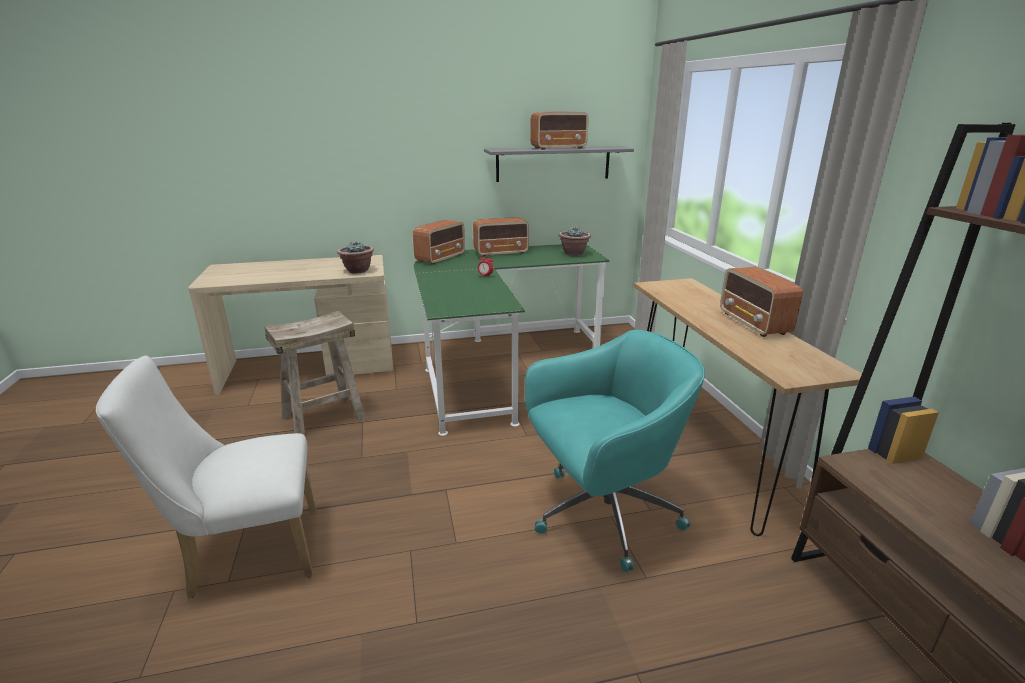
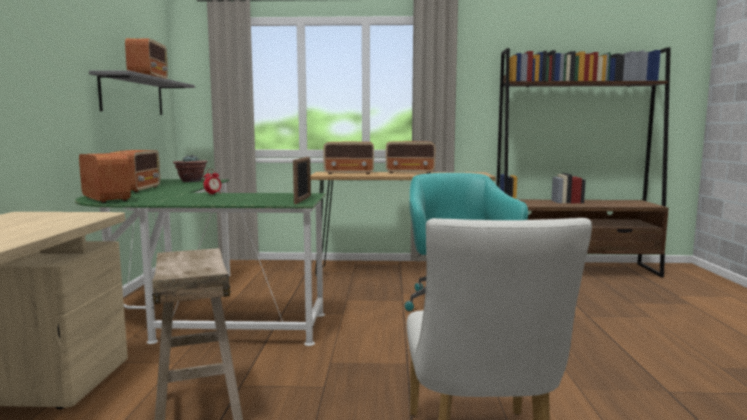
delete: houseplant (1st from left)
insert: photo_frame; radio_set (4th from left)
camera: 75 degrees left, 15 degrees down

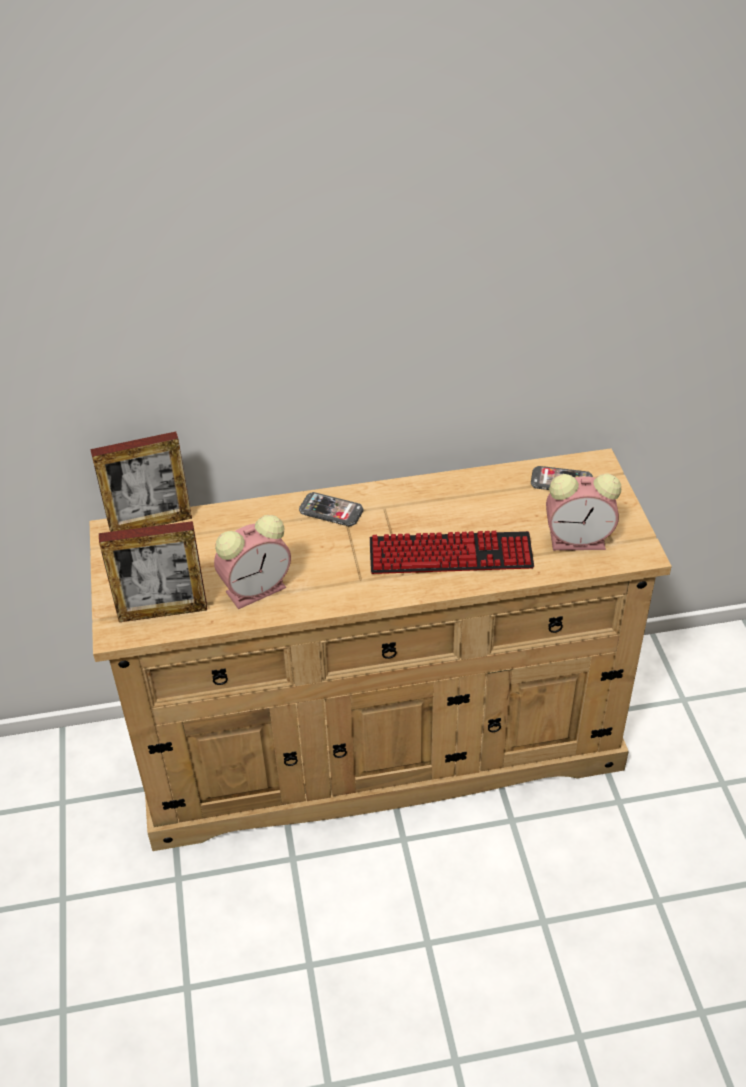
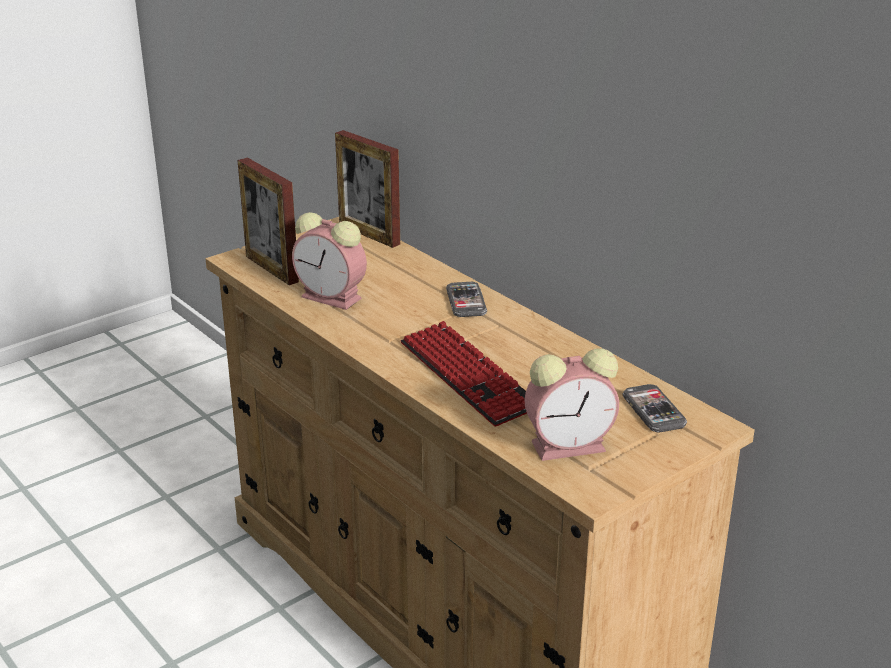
rotate: table_clock (2nd from left) 75 degrees counterclockwise
camera: 60 degrees right, 15 degrees down

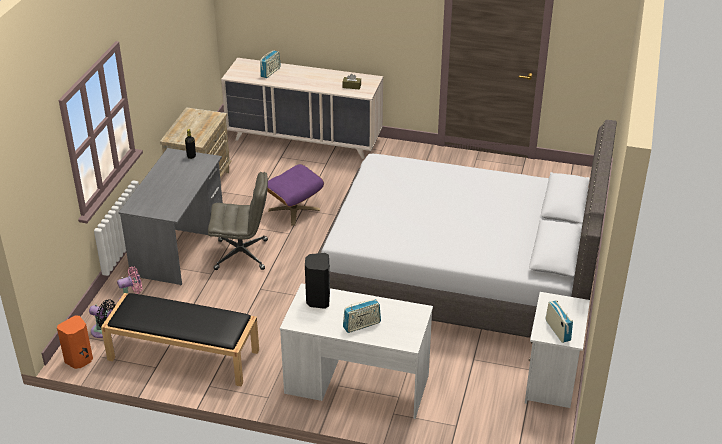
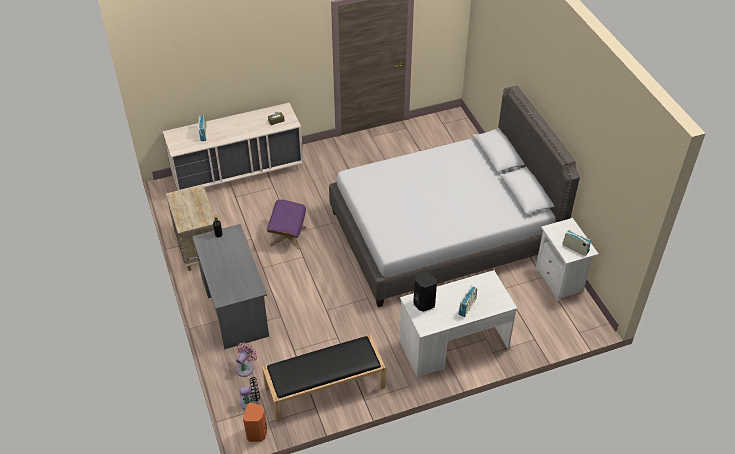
delete: gray_computer_chair
camera: 35 degrees left, 10 degrees up

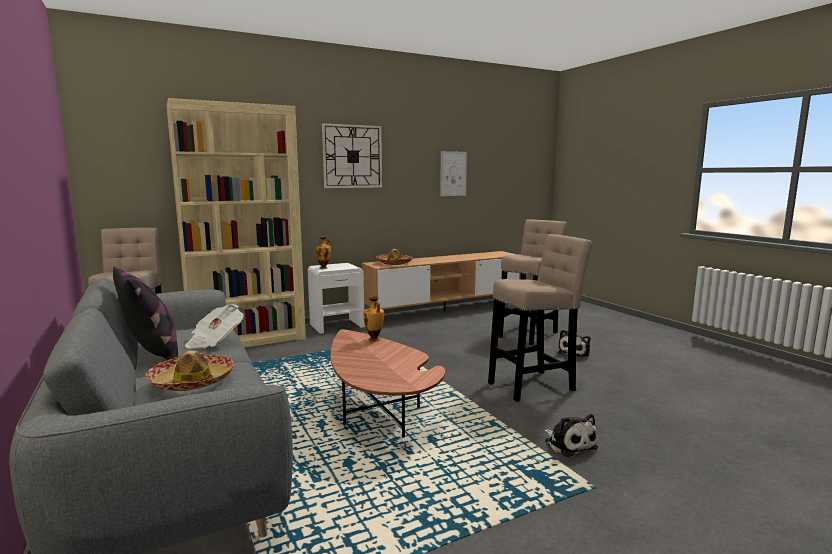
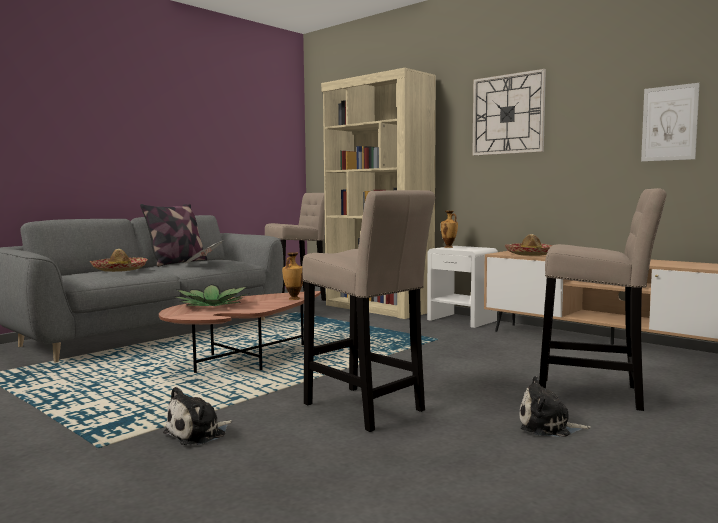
insert: houseplant
camera: 70 degrees right, 5 degrees down

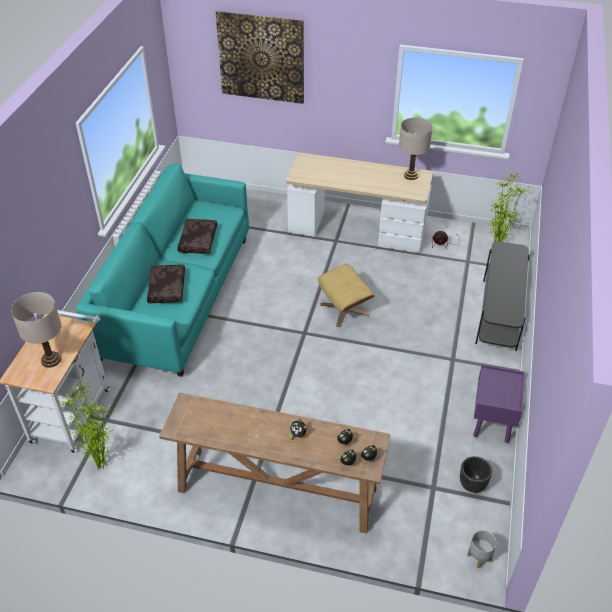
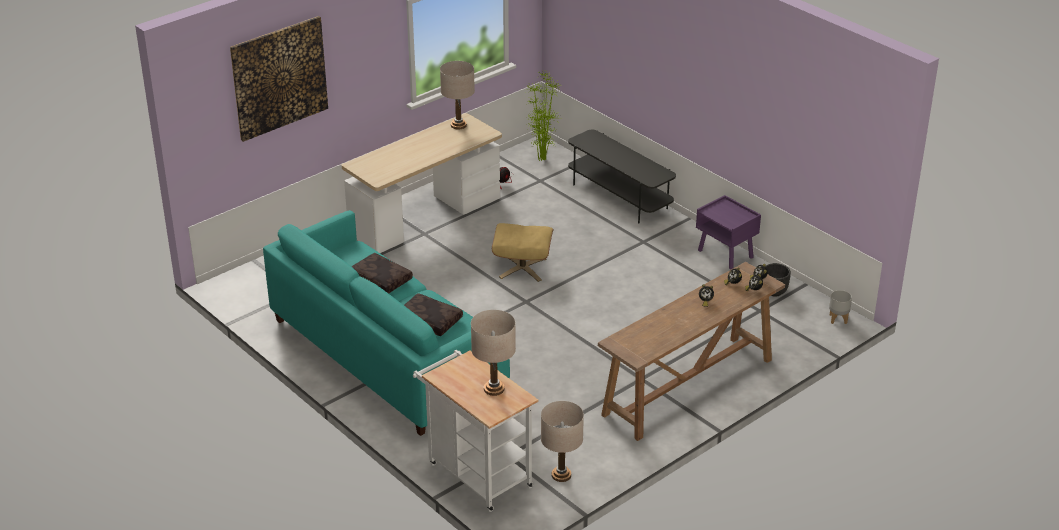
replace: houseplant (1st from left) to beige-coloured_table_lamp (3rd from left)
camera: 55 degrees left, 10 degrees down

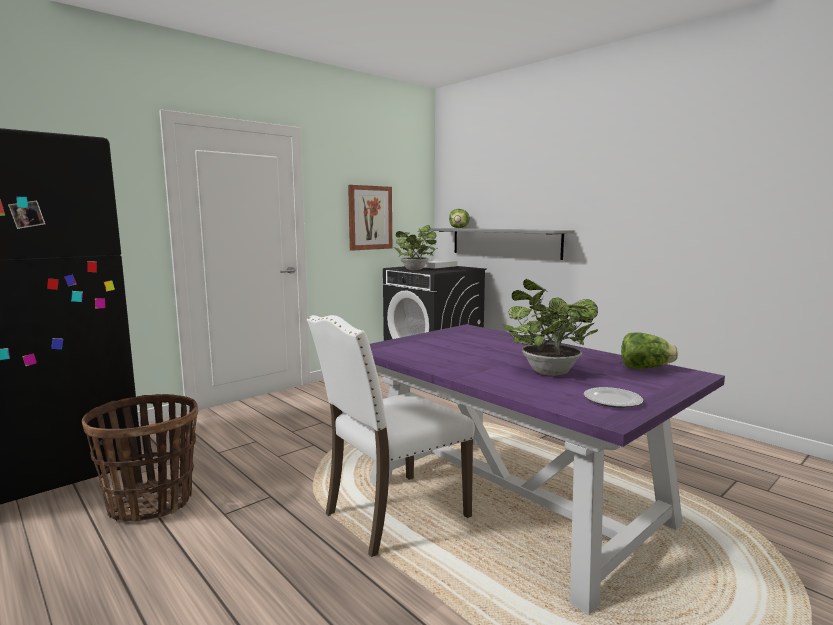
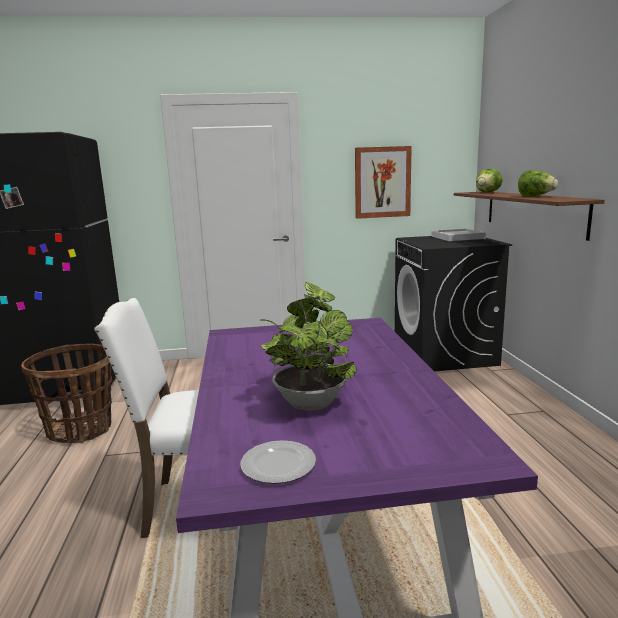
delete: houseplant (1st from left)
move: lettuce_head (2nd from left)
recolor: gray_shelf to brown_shelf
camera: 35 degrees right, 5 degrees up

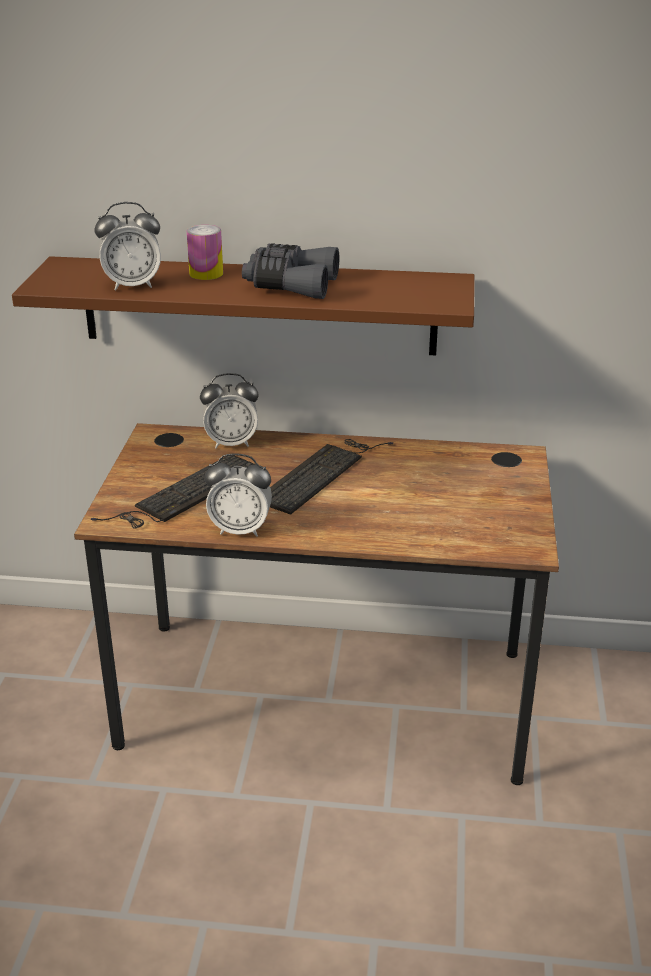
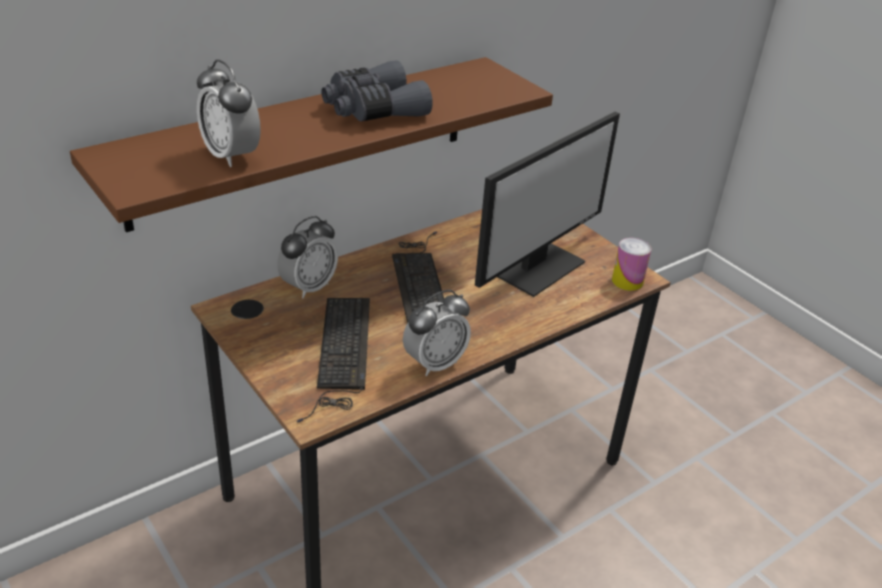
insert: computer_screen
move: sealed_can
rotate: table_clock (1st from left) 105 degrees clockwise
camera: 45 degrees left, 5 degrees up

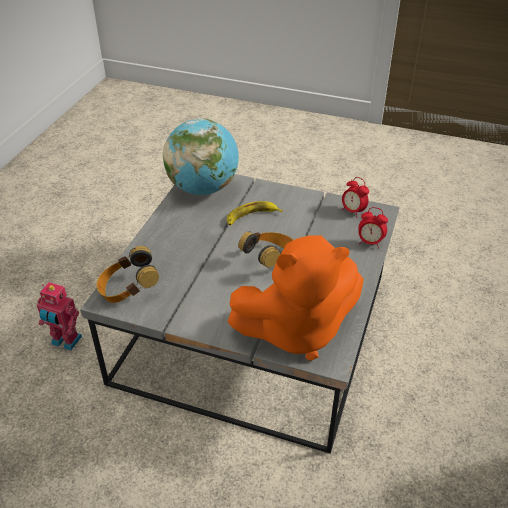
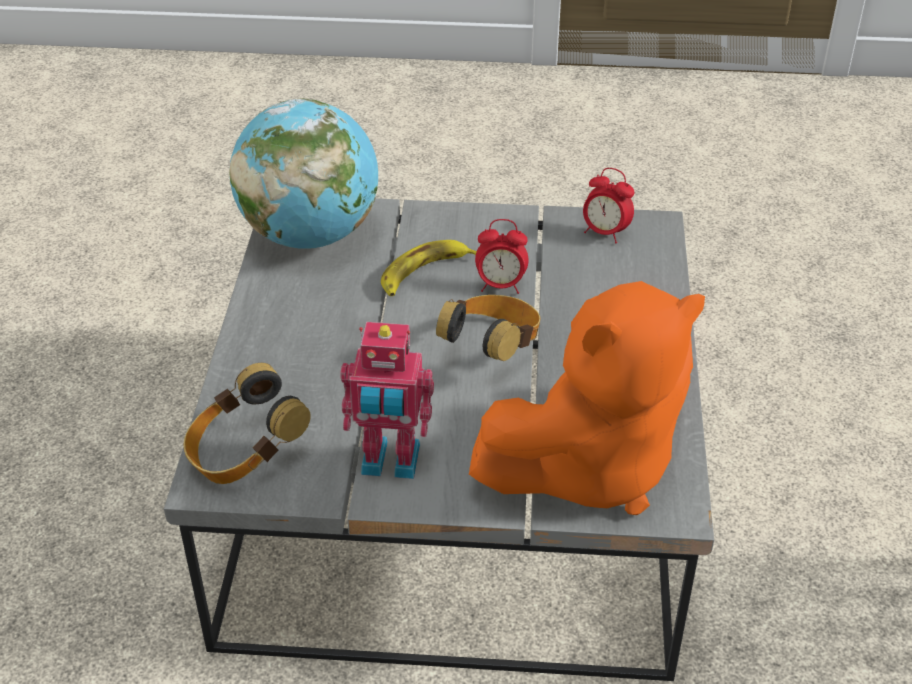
move: robot_figure; table_clock (2nd from left in the first image) to table_clock (1st from left)
camera: 15 degrees left, 0 degrees up

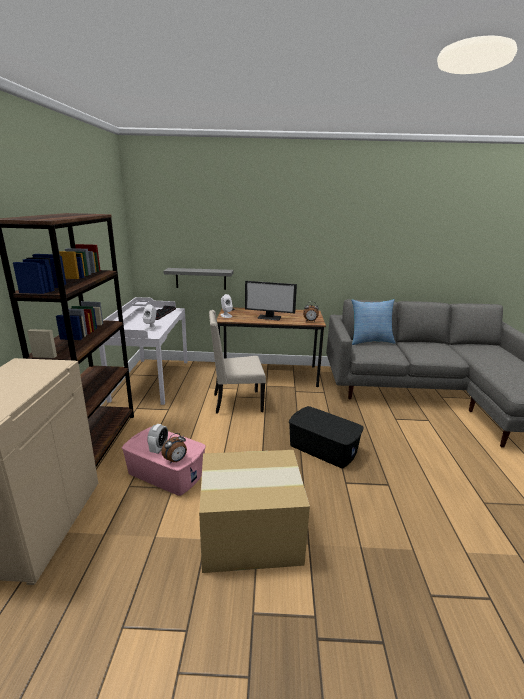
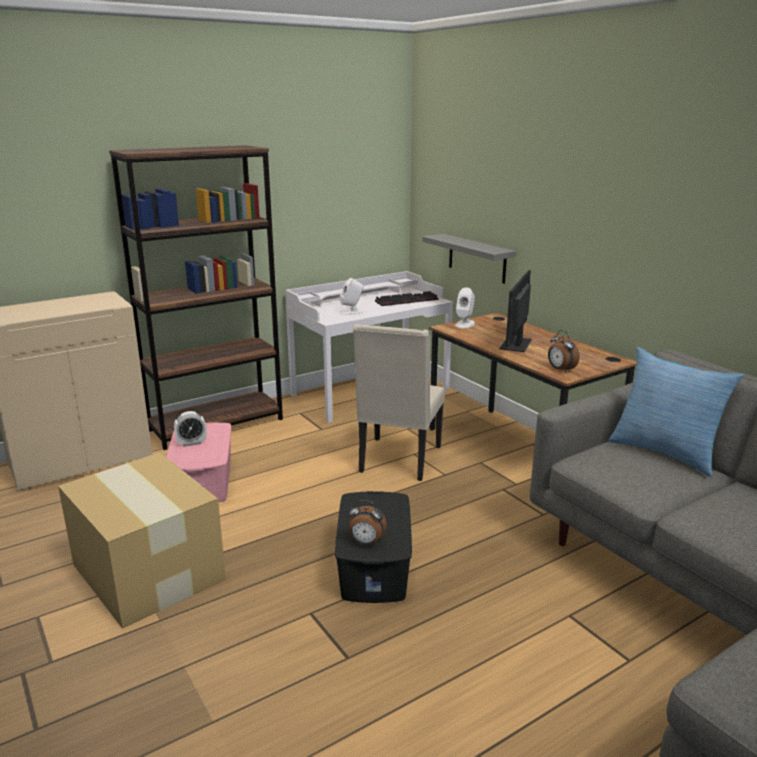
move: table_clock (2nd from left)
rotate: beige-coloured_upright_chair 120 degrees counterclockwise; computer_screen 45 degrees clockwise
camera: 55 degrees right, 0 degrees up

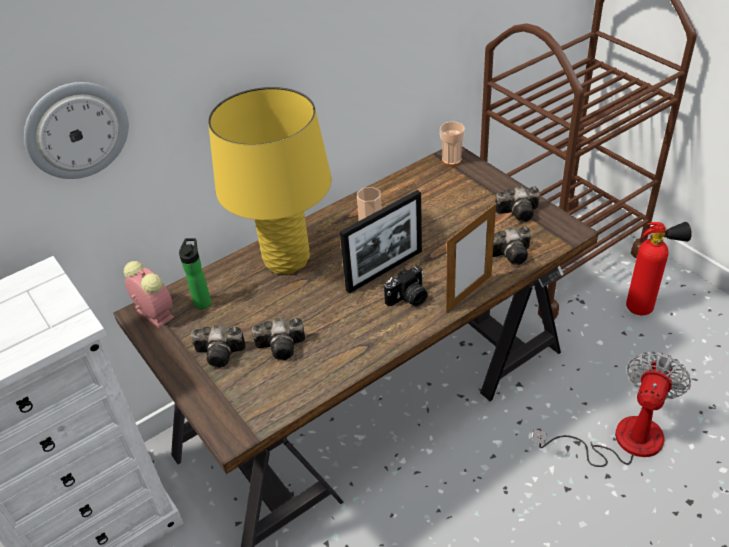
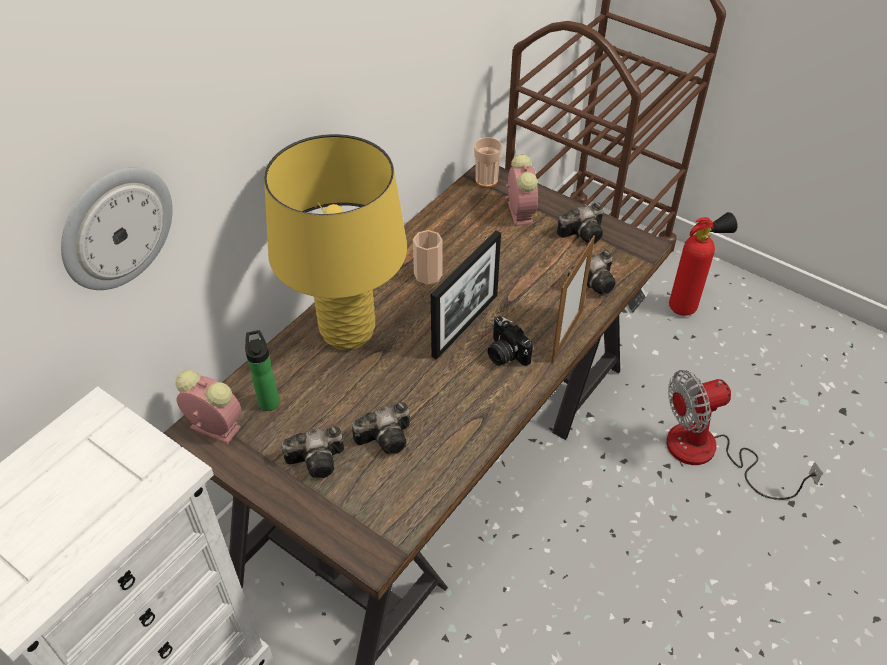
insert: table_clock (2nd from left)
rotate: still_camera (3rd from left) 105 degrees clockwise; fan 120 degrees counterclockwise
camera: 20 degrees left, 5 degrees up

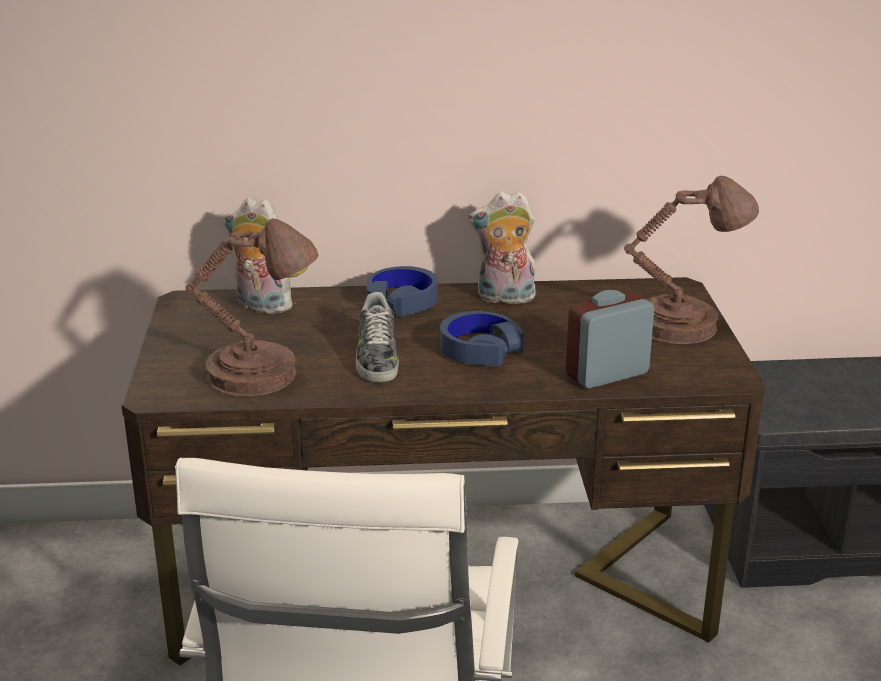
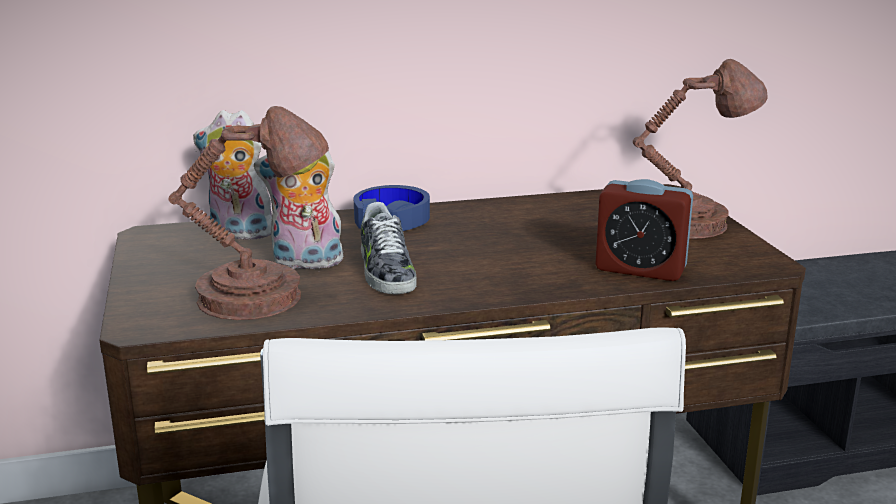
delete: blue-coloured_pair_of_headphones (2nd from left)
move: plush_toy (2nd from left)
rotate: table_clock 120 degrees counterclockwise
camera: 10 degrees left, 5 degrees down

